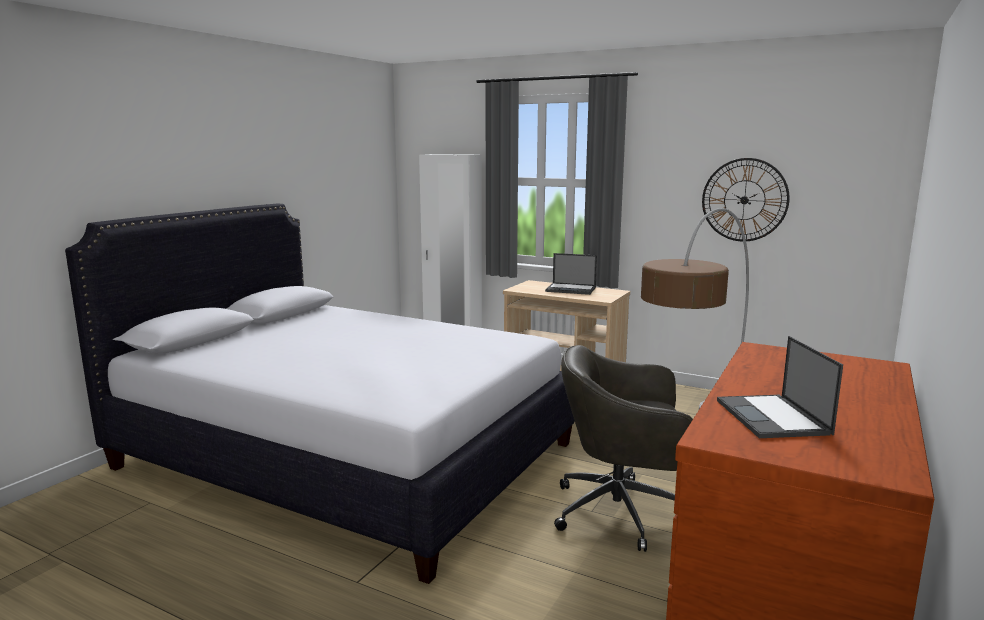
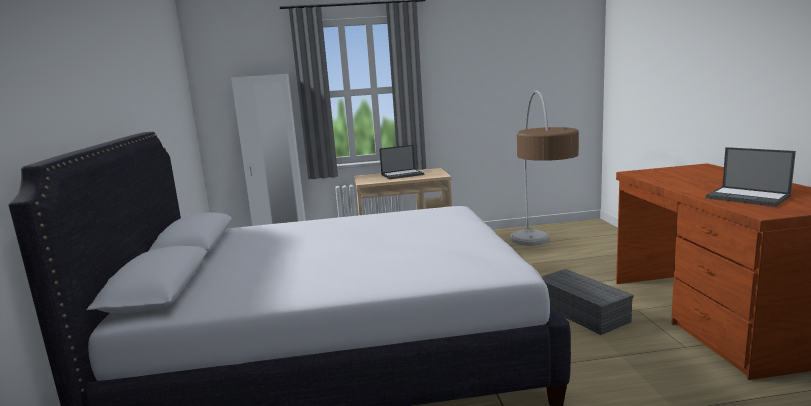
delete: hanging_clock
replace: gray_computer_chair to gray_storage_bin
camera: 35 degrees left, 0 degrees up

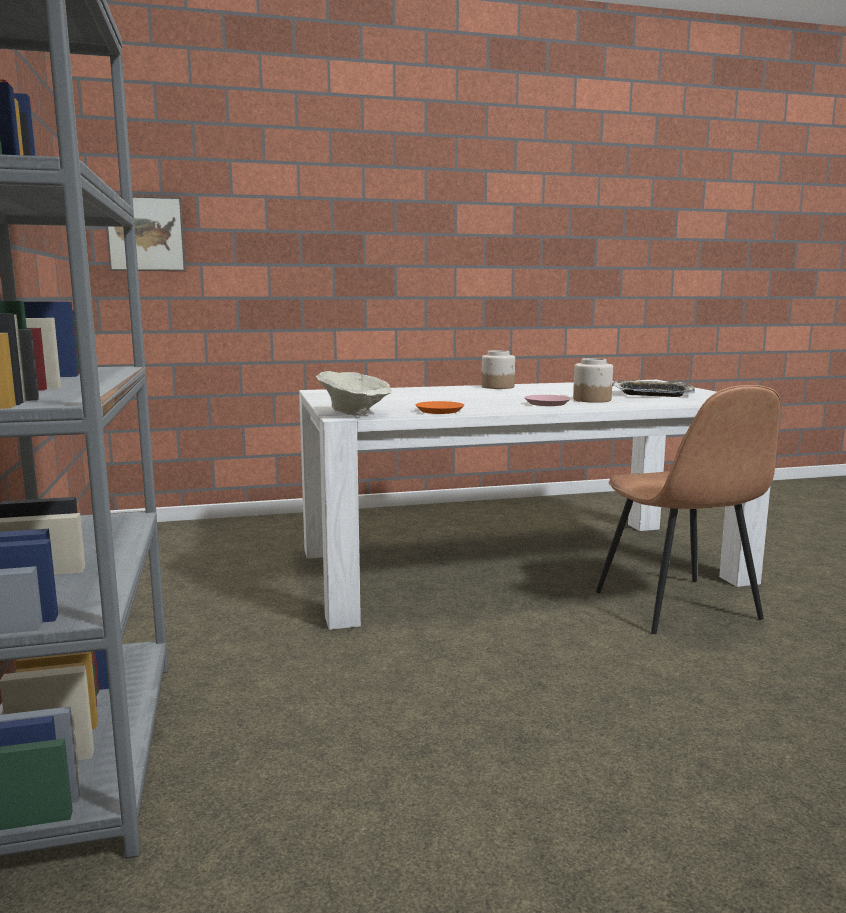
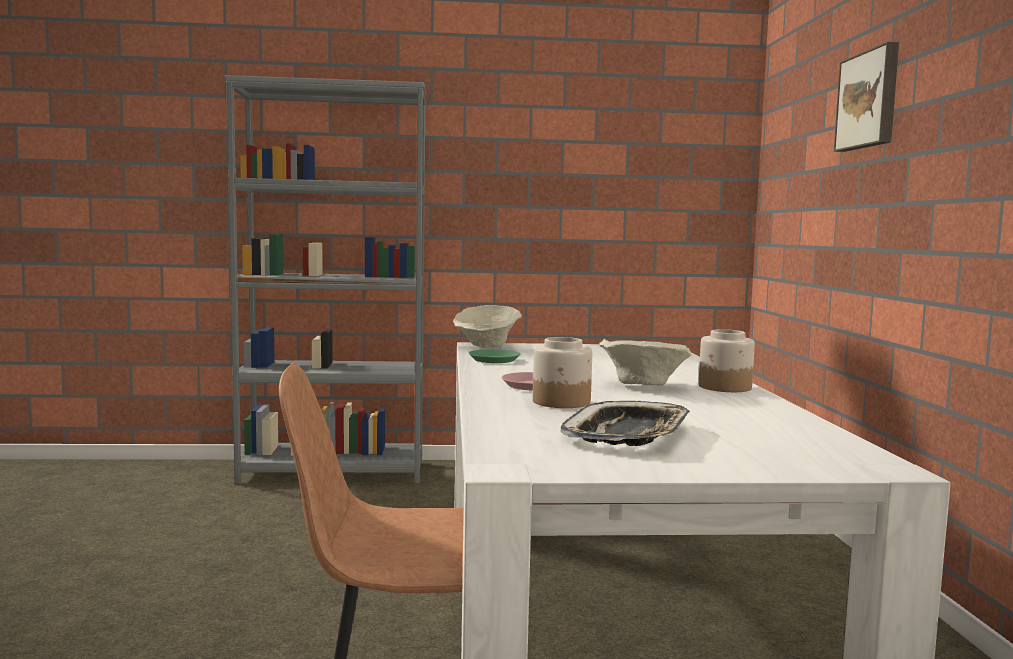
insert: beige-coloured_serving_bowl (2nd from left)
move: picture
recolor: orange_flat_dish to green-coloured_flat_dish
camera: 100 degrees right, 5 degrees down

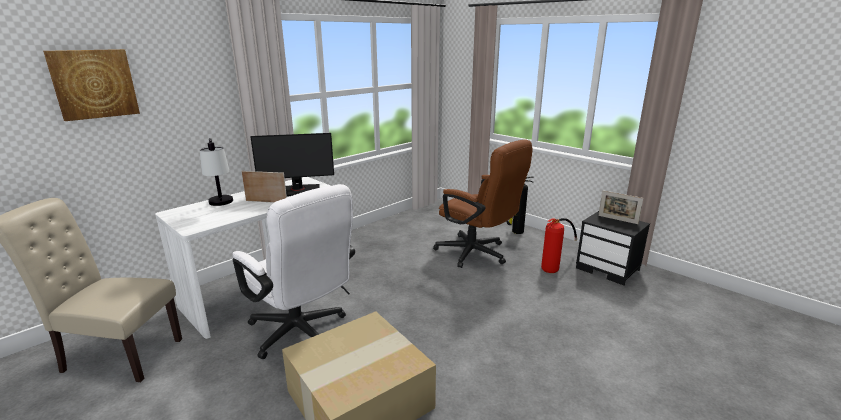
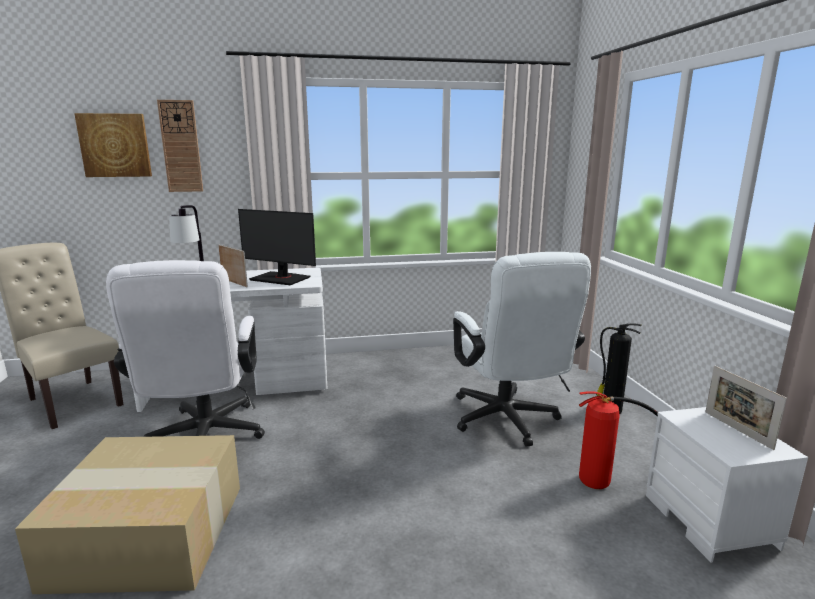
insert: hanging_clock
recolor: brown_computer_chair to white_computer_chair (2nd from left); blackish_nightstand to white_nightstand
camera: 35 degrees right, 5 degrees down

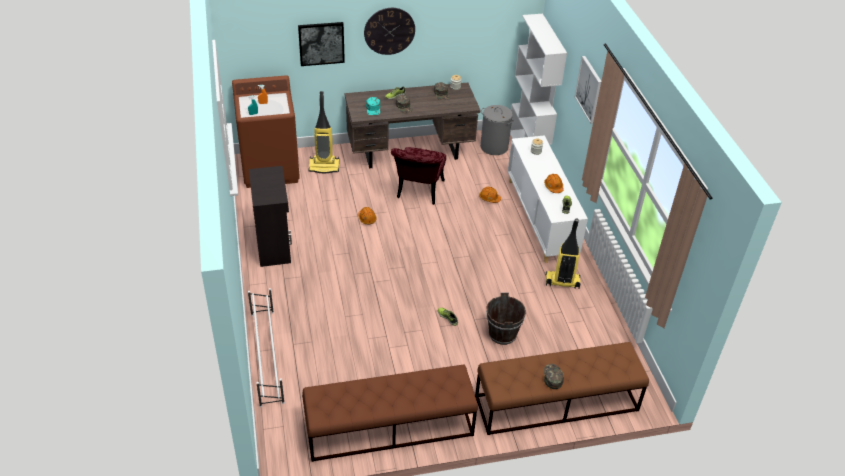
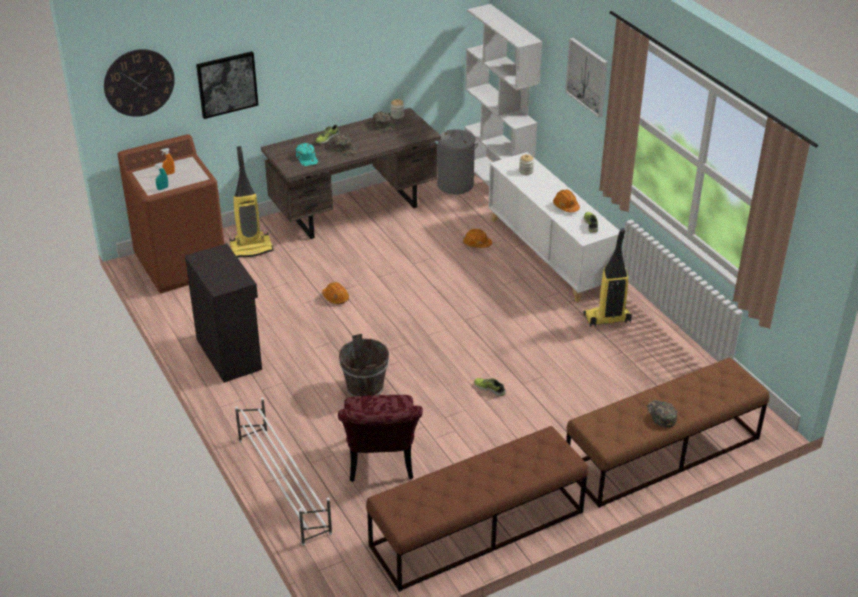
move: hanging_clock; red_upright_chair; brown_pail
camera: 15 degrees left, 5 degrees down

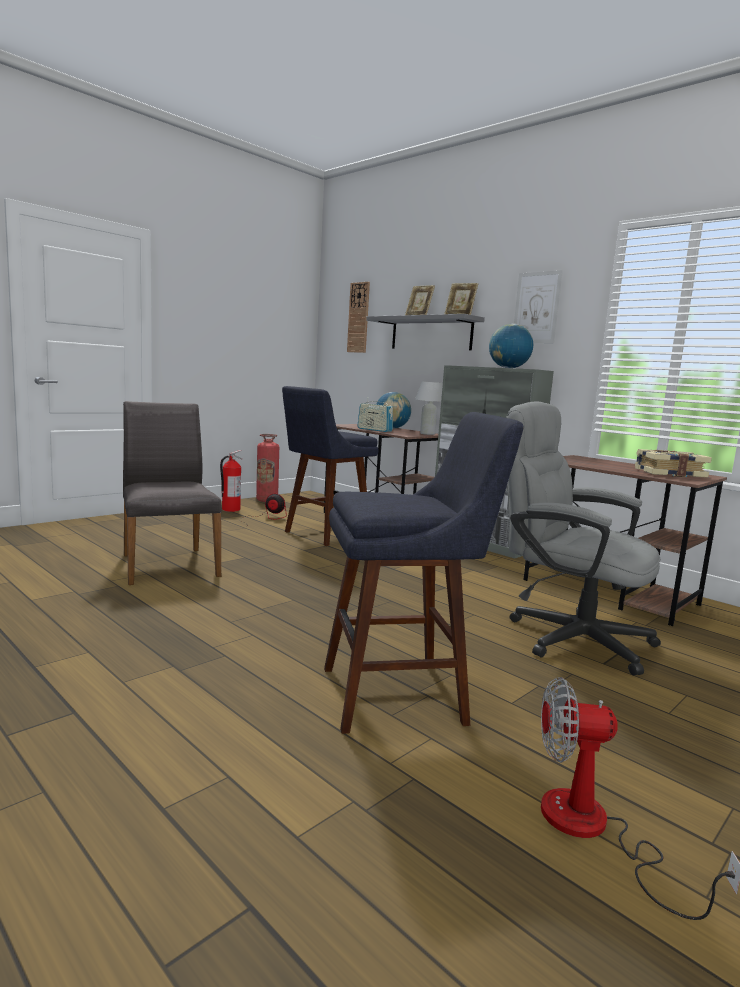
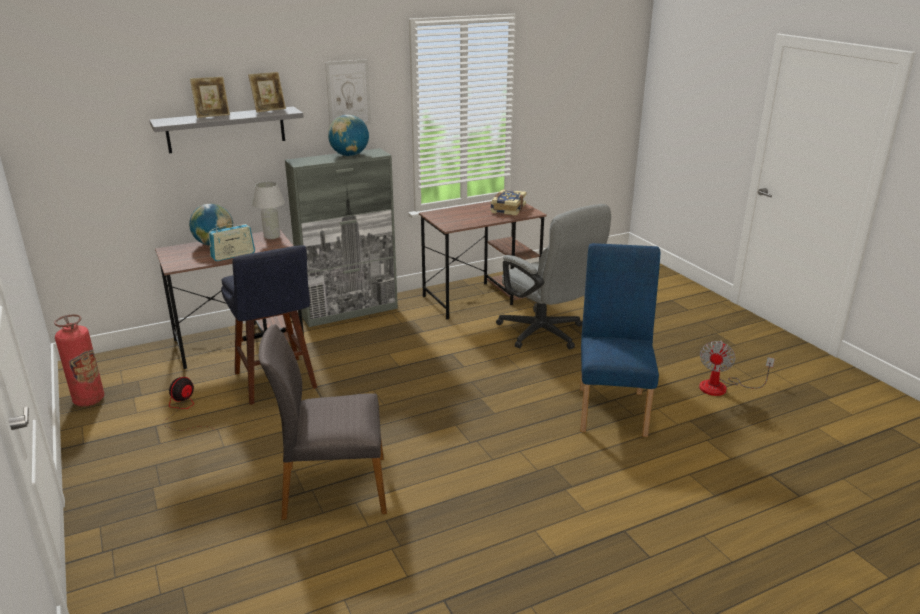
delete: fire-fighting_cylinder (1st from left); hanging_clock
replace: blue-coloured_sitting_stool (2nd from left) to blue-coloured_upright_chair
rotate: gray_computer_chair 90 degrees counterclockwise
camera: 70 degrees left, 15 degrees up

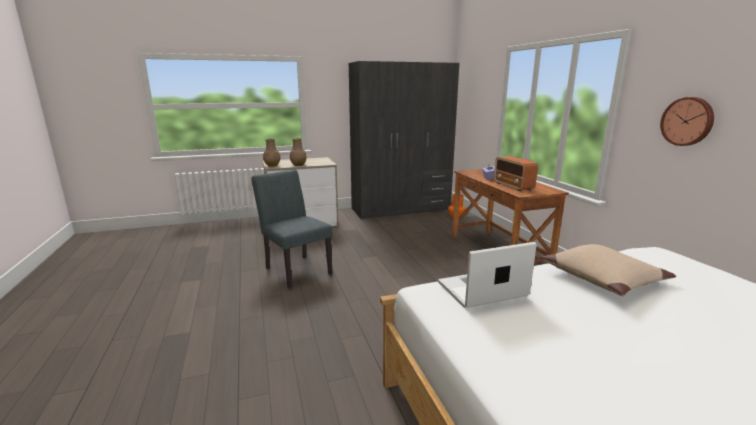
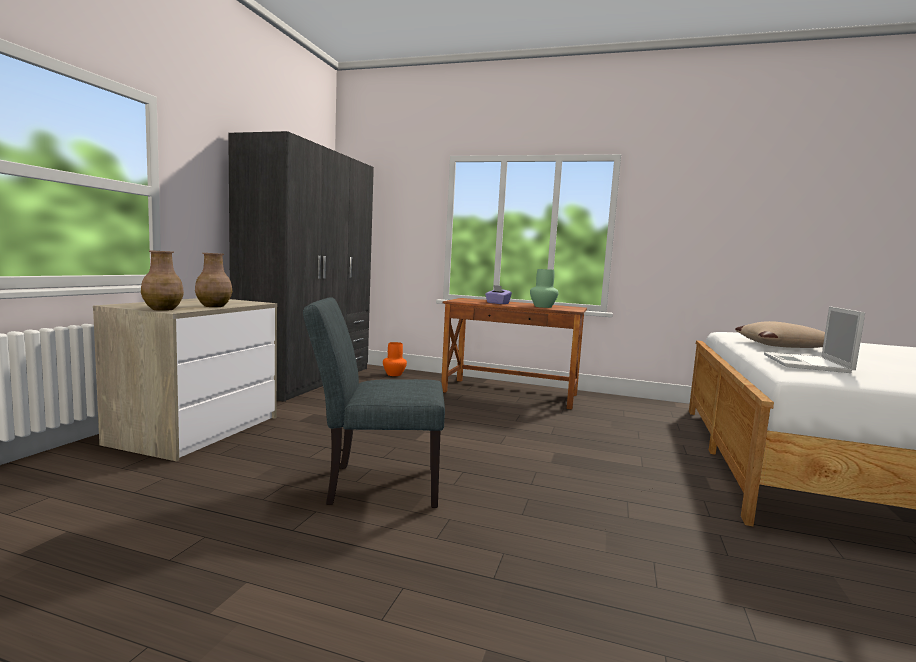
delete: hanging_clock
replace: radio_set to green-coloured_vase
camera: 55 degrees left, 10 degrees down

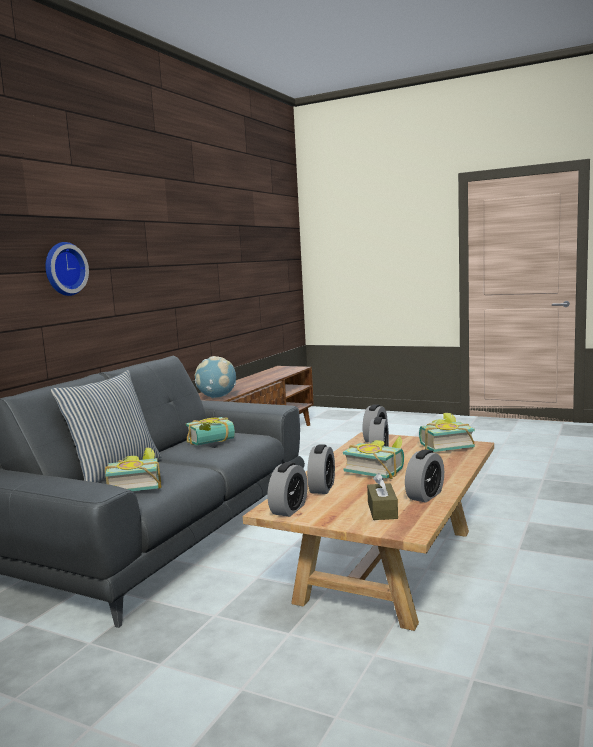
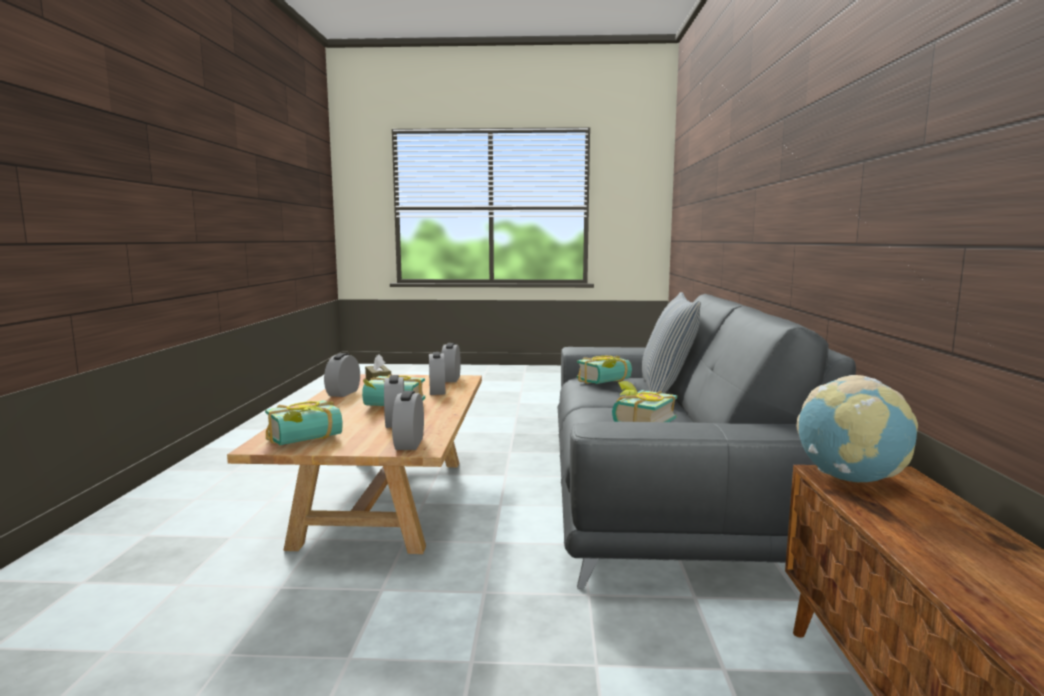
delete: hanging_clock
camera: 155 degrees right, 0 degrees up

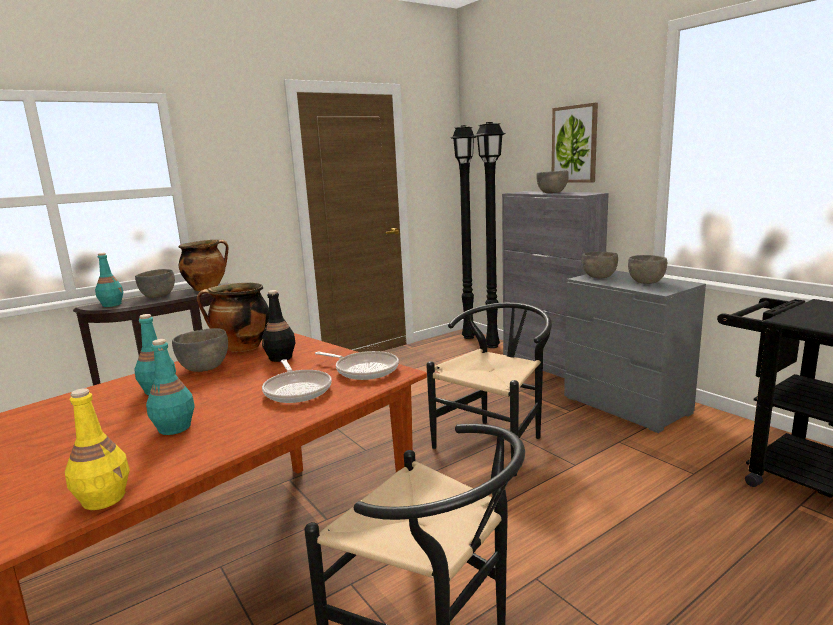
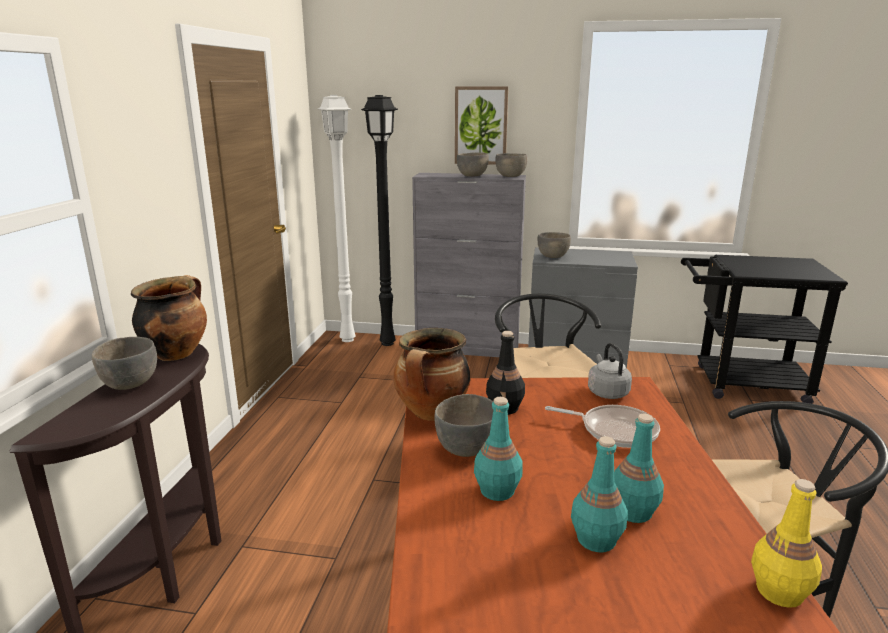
move: gray_serving_bowl (5th from left in the first image) to gray_serving_bowl (4th from left); blue-green_beverage_bottle (1st from left in the first image) to blue-green_beverage_bottle (2nd from left)
replace: skillet (2nd from left) to gray_kettle
recolor: blackish_standing_lamp (1st from left) to white_standing_lamp
camera: 45 degrees left, 5 degrees up

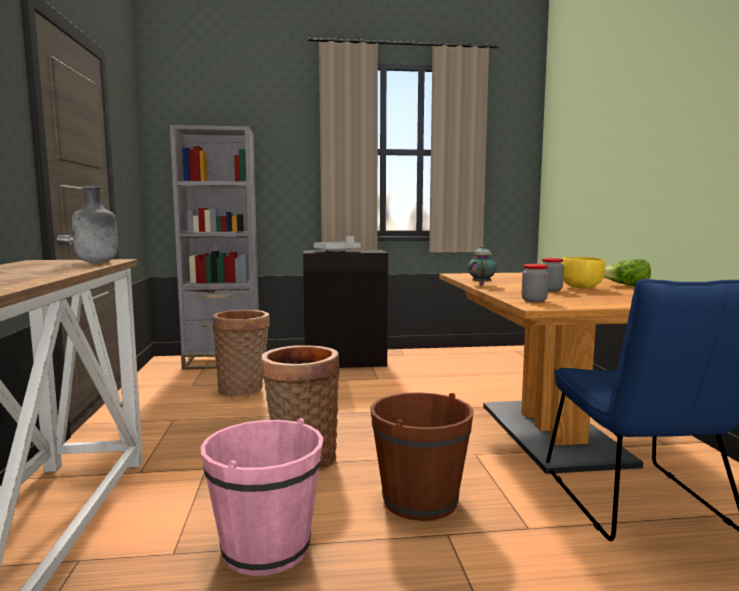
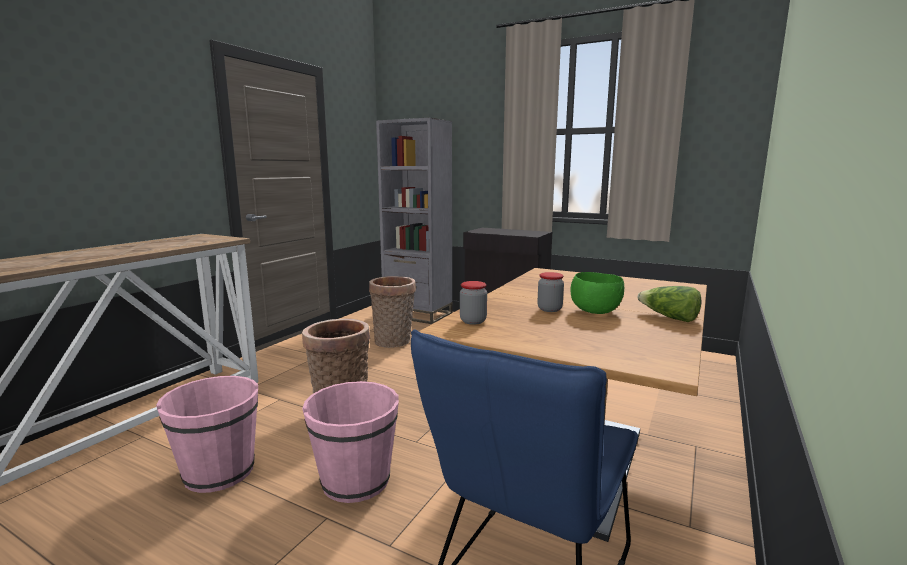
delete: gray_beverage_bottle; gray_serving_tray; tea_pot
recolor: brown_pail to pink-coloured_pail (2nd from left); yellowish_serving_bowl to green-coloured_serving_bowl
camera: 35 degrees right, 5 degrees up

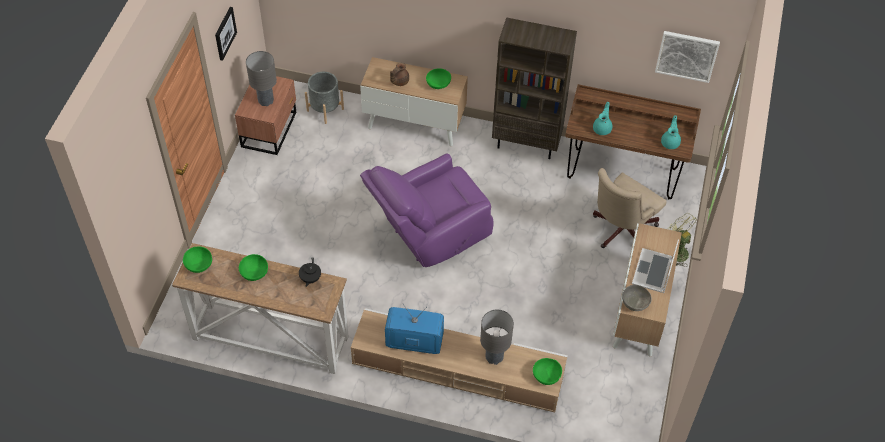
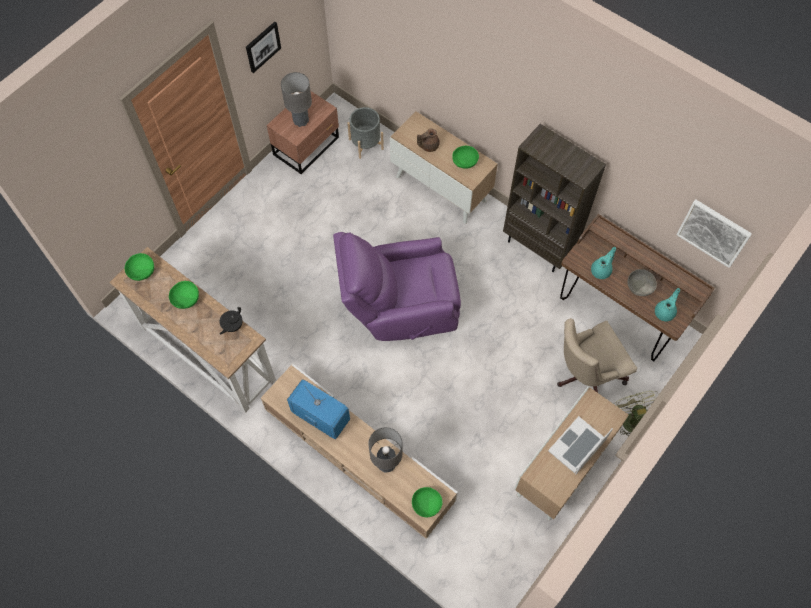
move: gray_serving_bowl
camera: 25 degrees right, 10 degrees up

